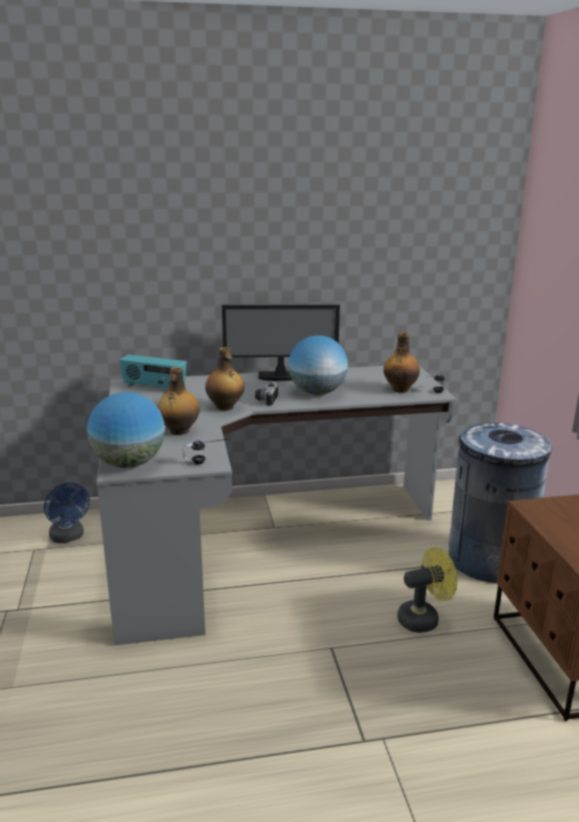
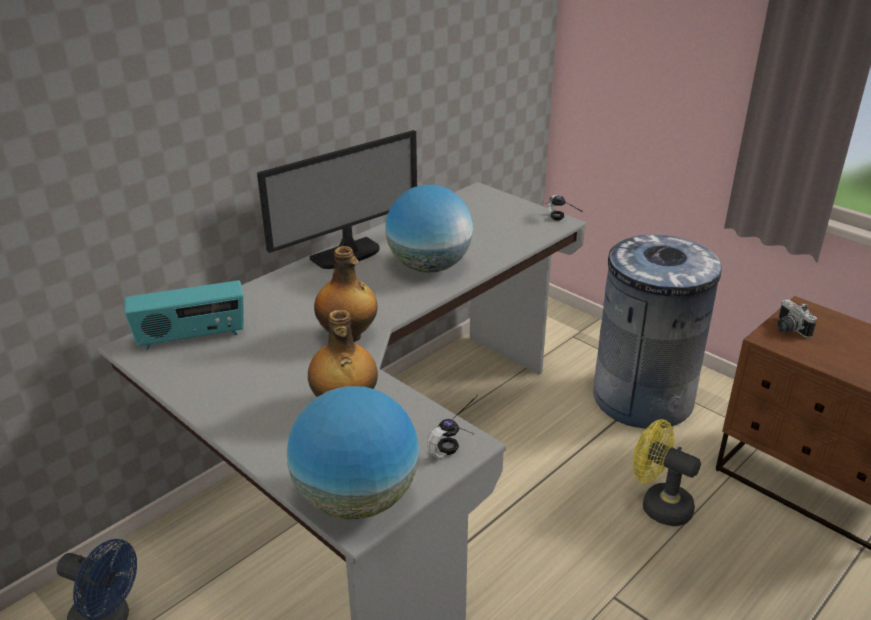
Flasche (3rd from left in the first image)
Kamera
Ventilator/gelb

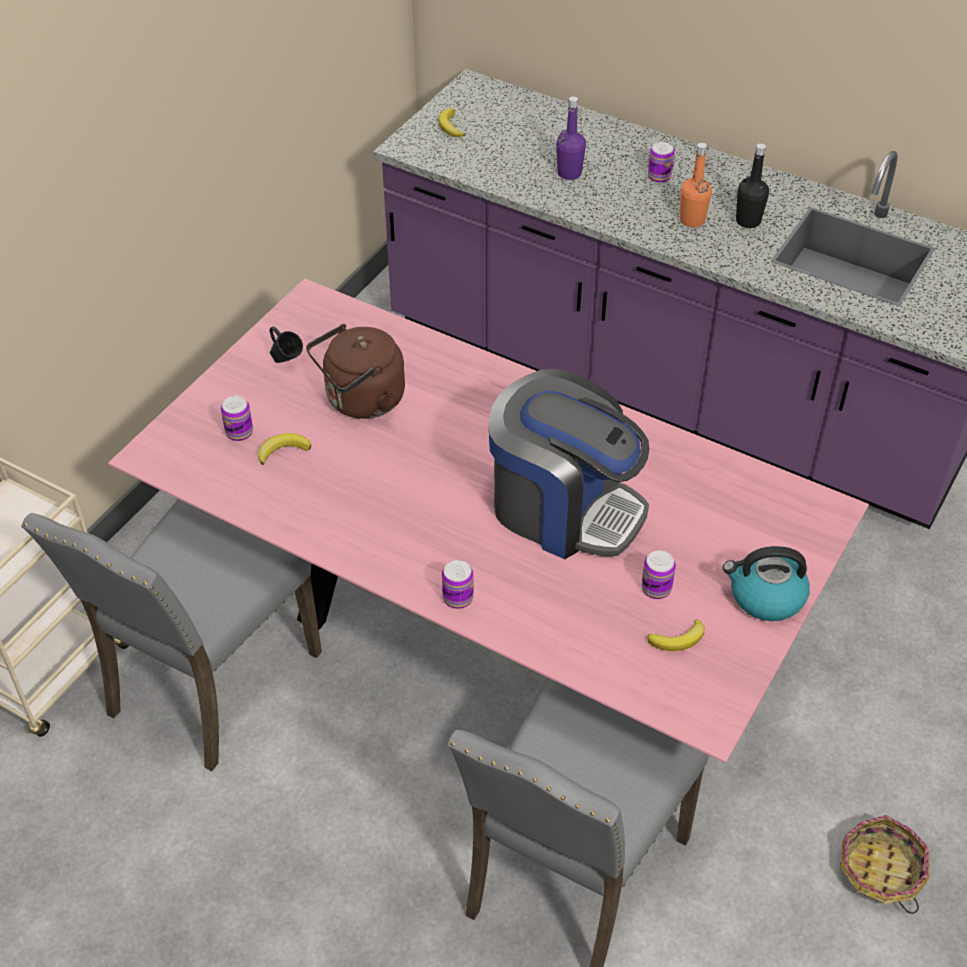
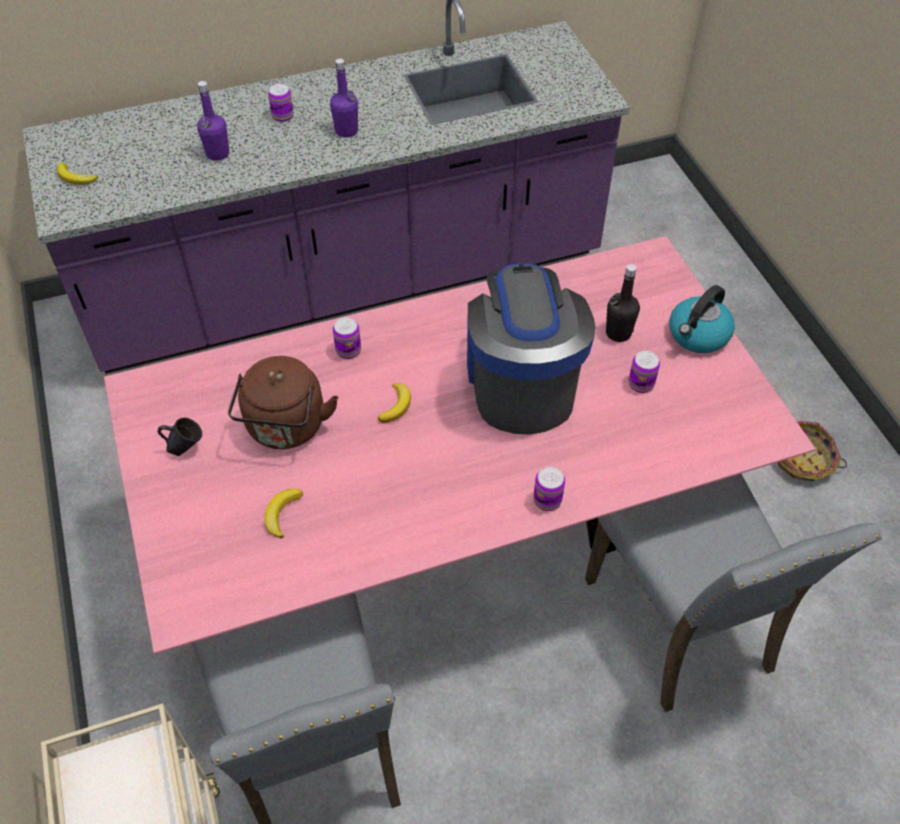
Dose (2nd from left)
Banane (3rd from left)
Flasche/schwarz
Flasche/lila (2nd from left)
Kaffeemaschine

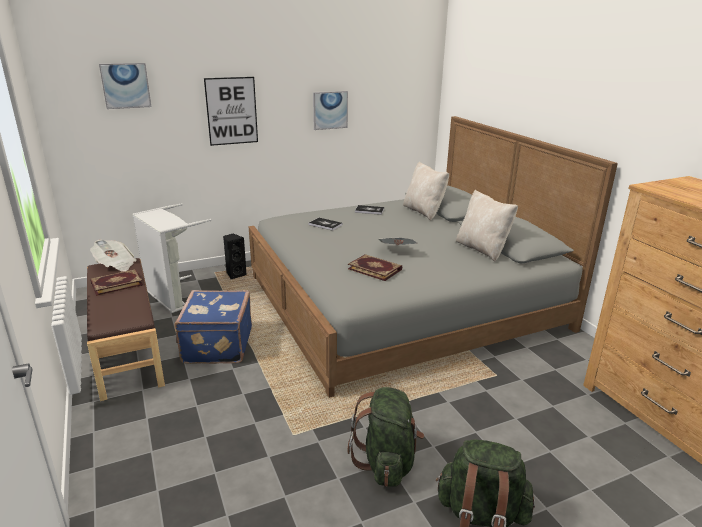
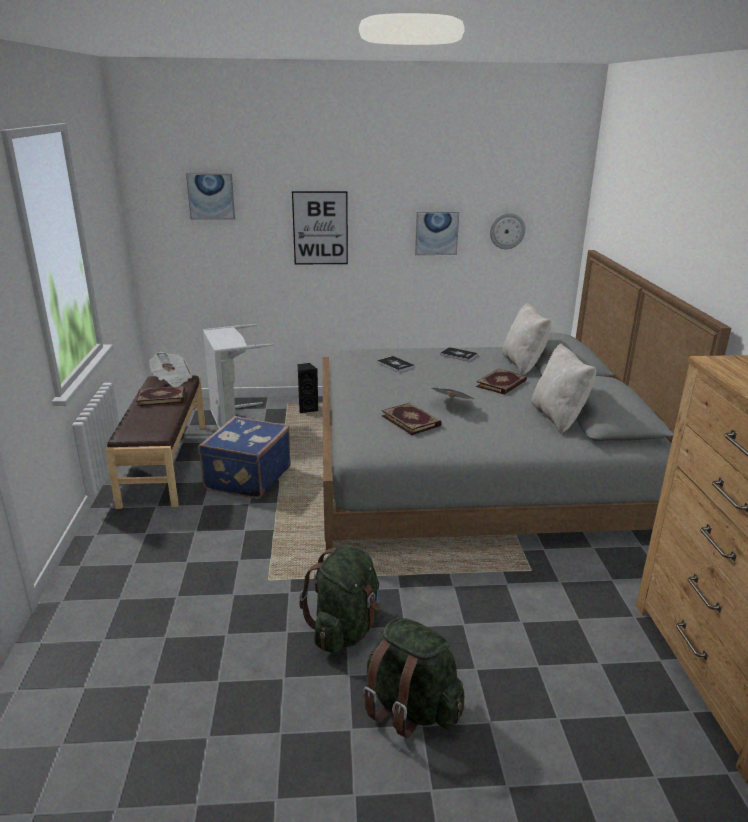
Buch (5th from left)
Wanduhr

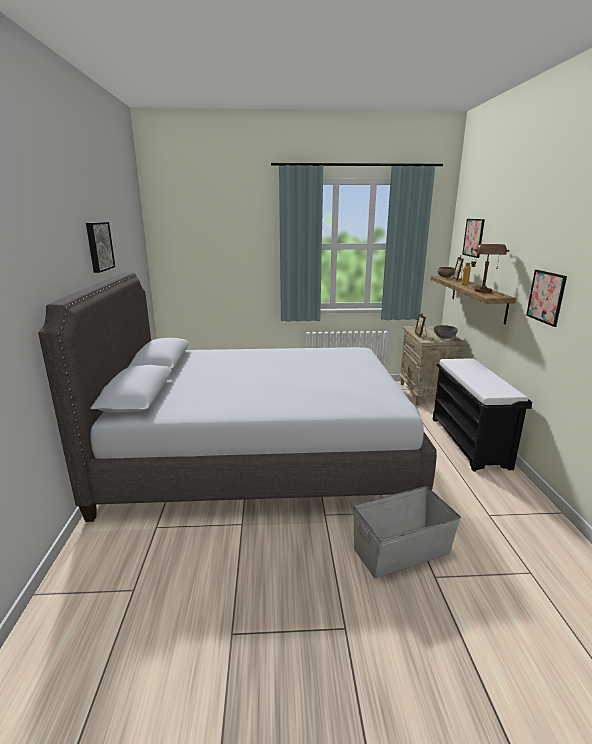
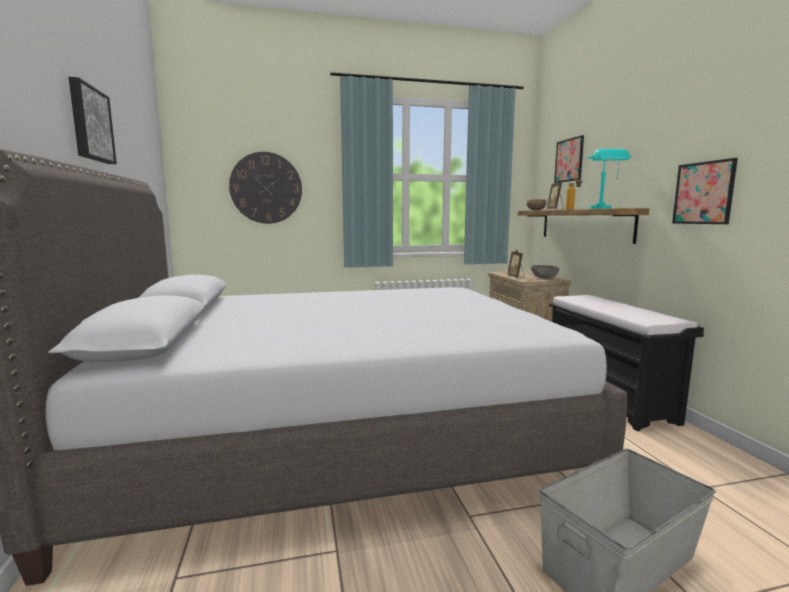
Wanduhr
Tischlampe/türkis

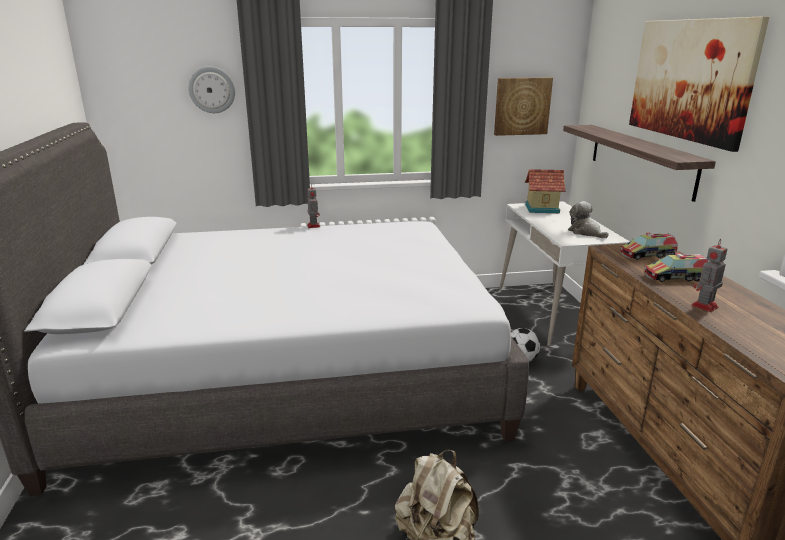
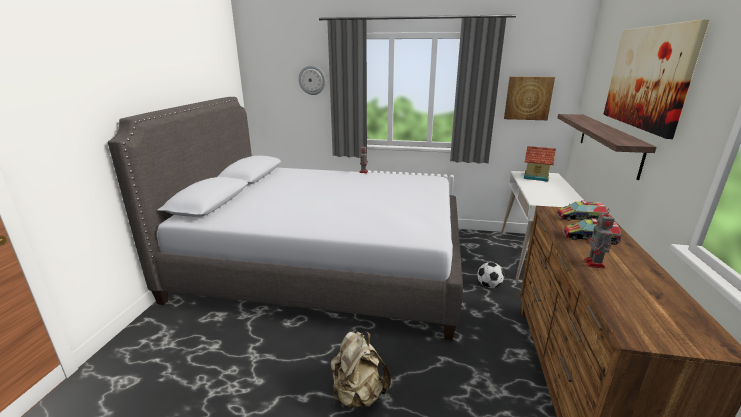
Plüschtier
Spielzeugroboter (2nd from left)

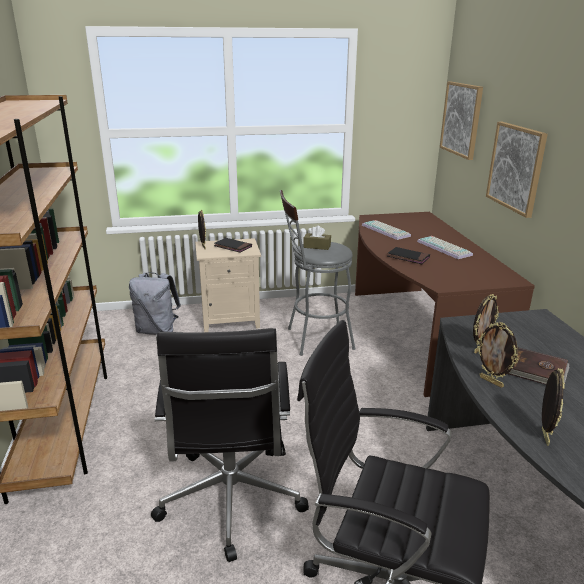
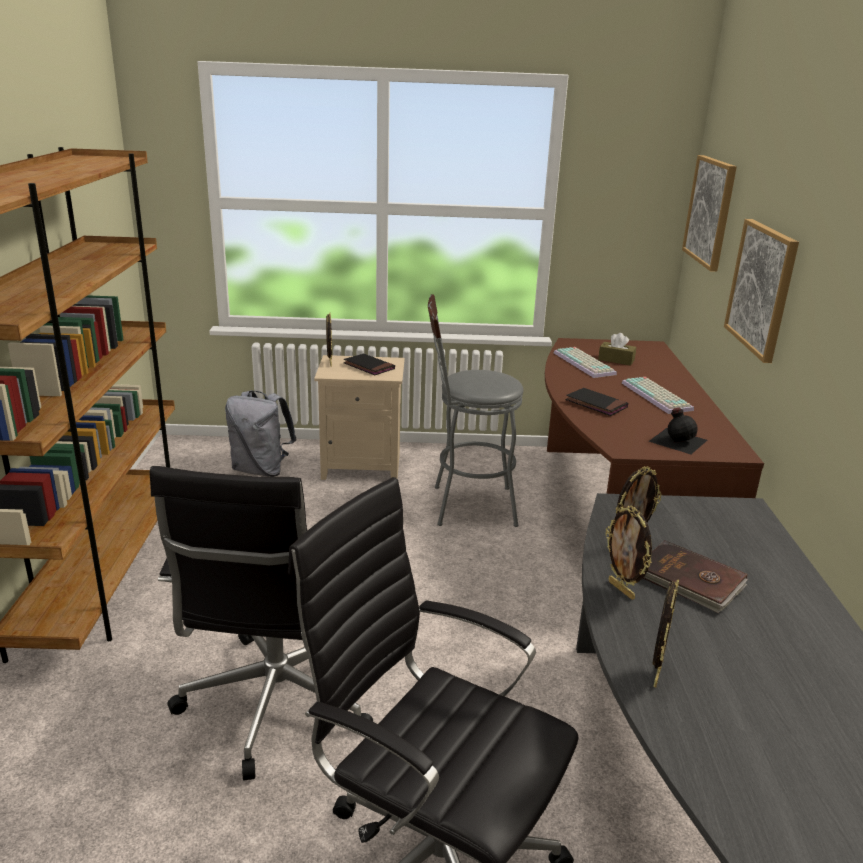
Flasche/schwarz
Taschentuchbox/braun

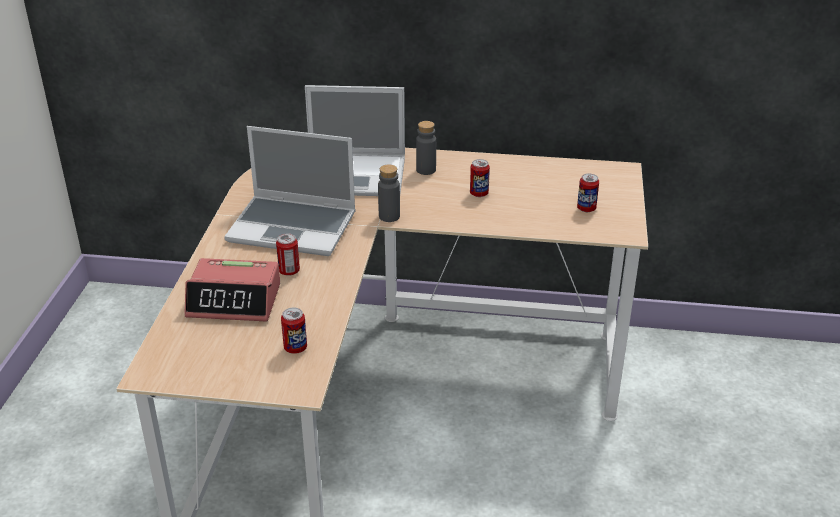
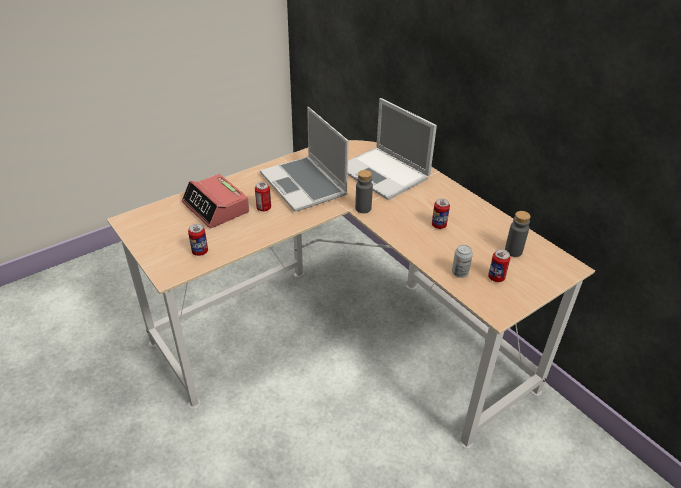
Dose (4th from left)
Flasche/grau (2nd from left)

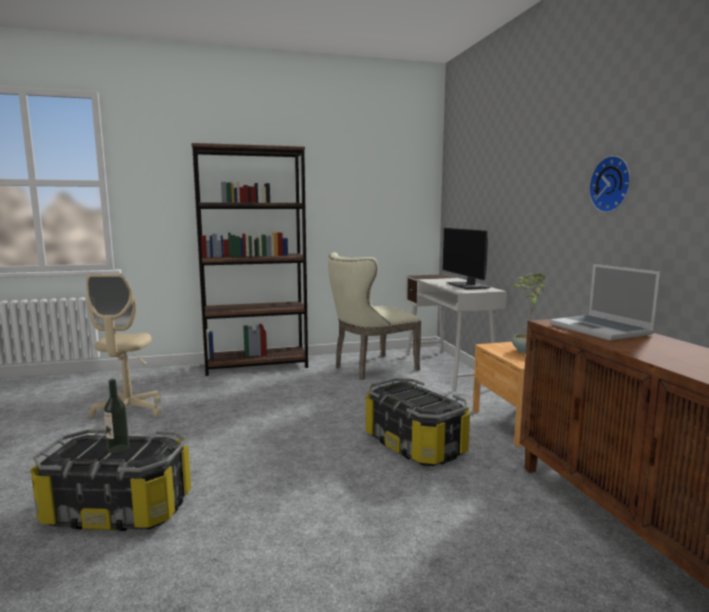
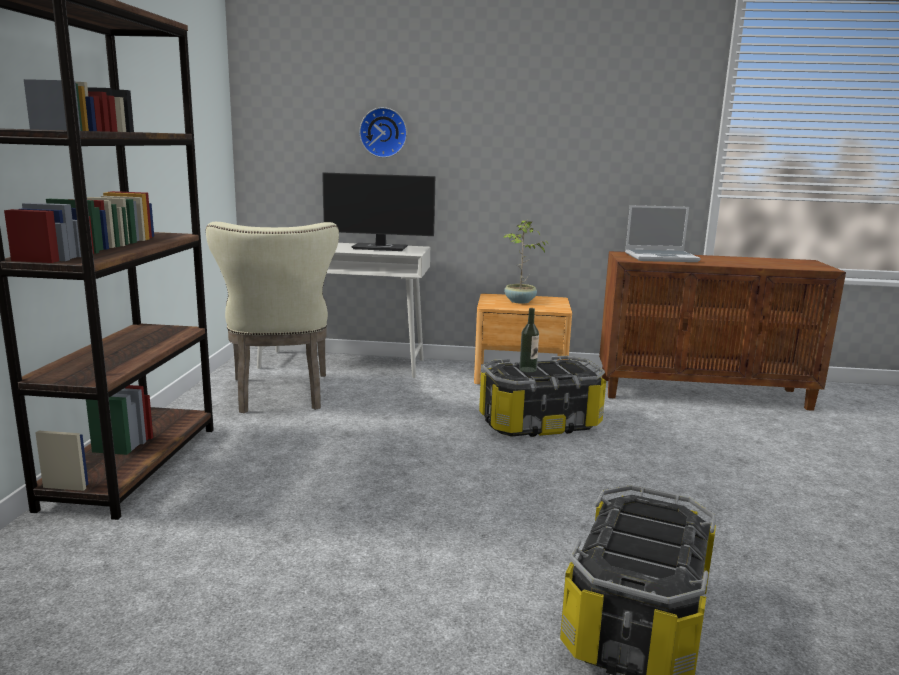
Bürostuhl/beige
Flasche
Wanduhr

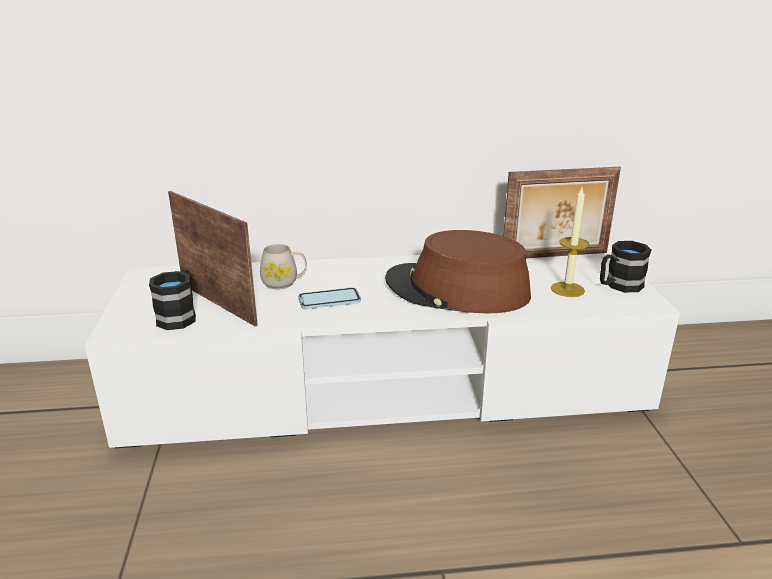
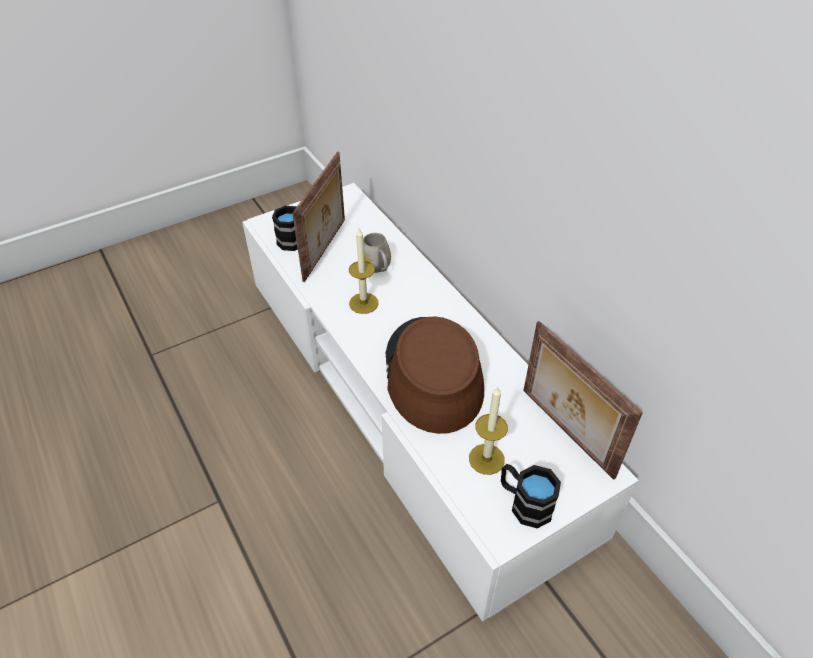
Kerze (1st from left)

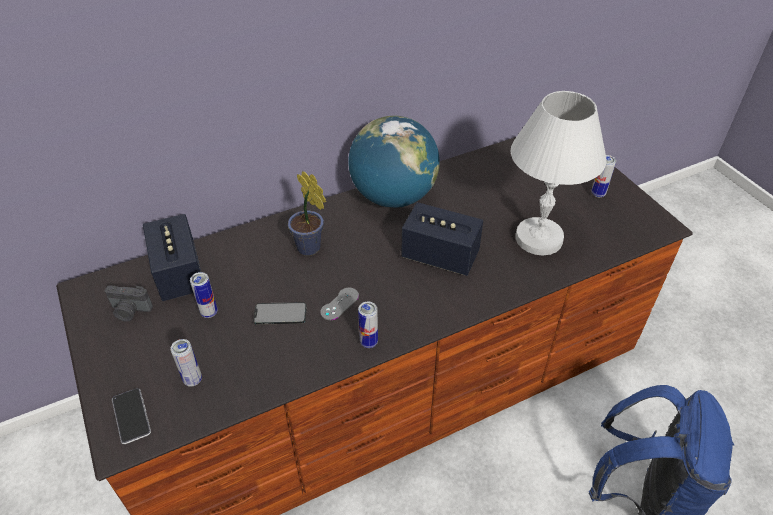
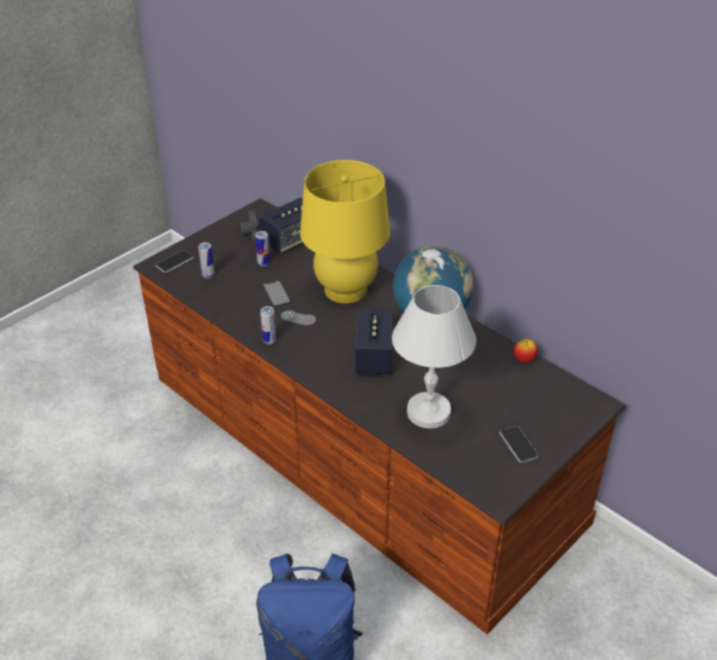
Apfel
Tischlampe/gelb
Handy (3rd from left)

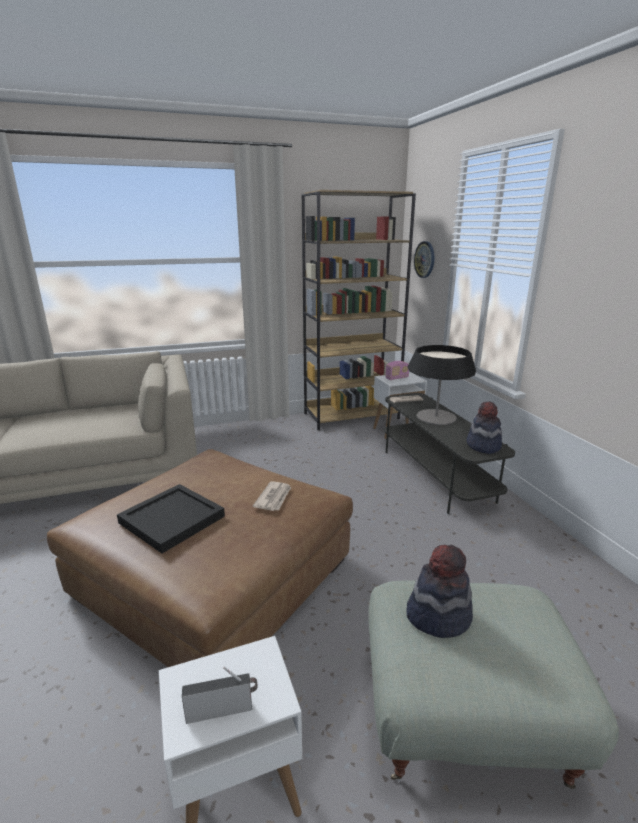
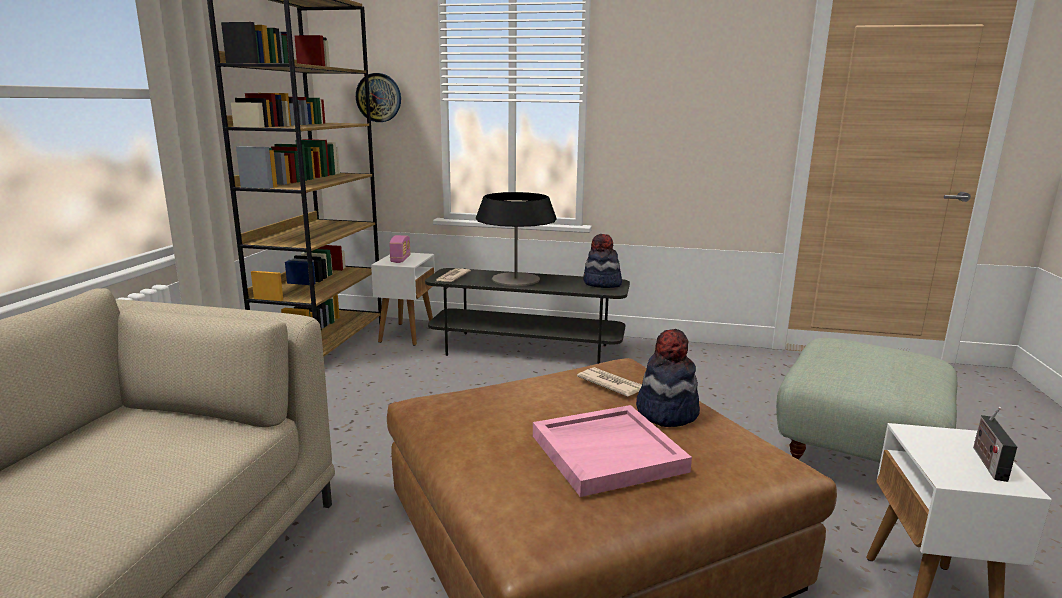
Hut (2nd from left)
Tablett/rosa

